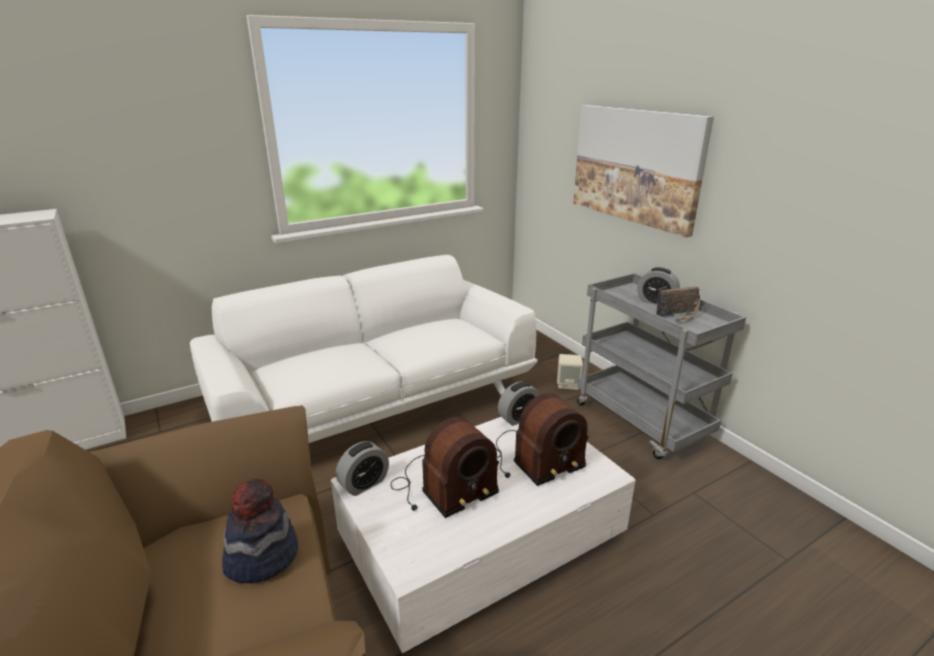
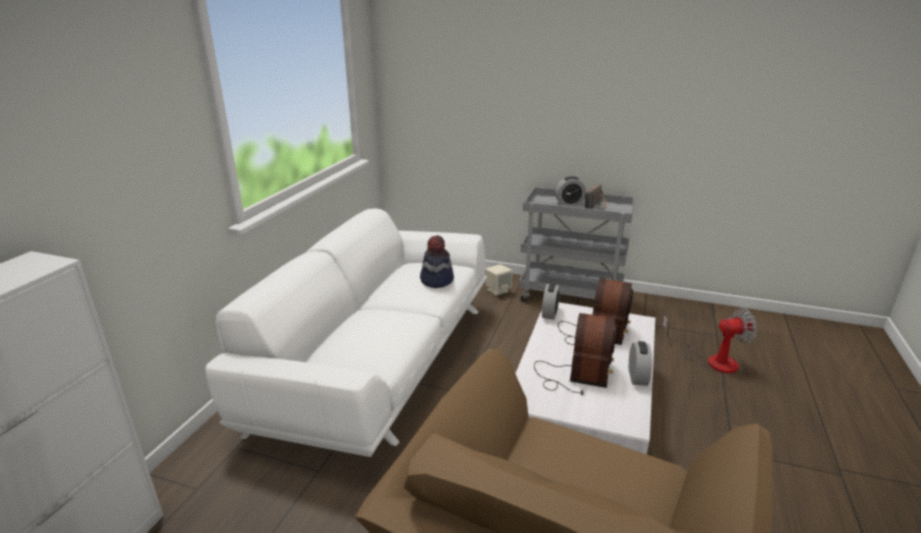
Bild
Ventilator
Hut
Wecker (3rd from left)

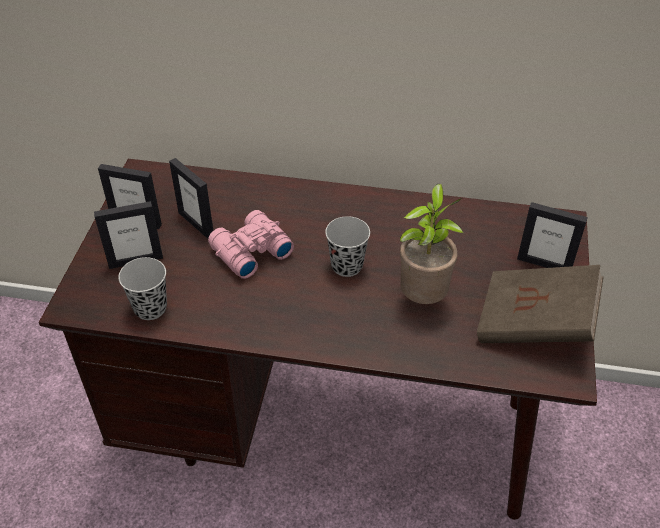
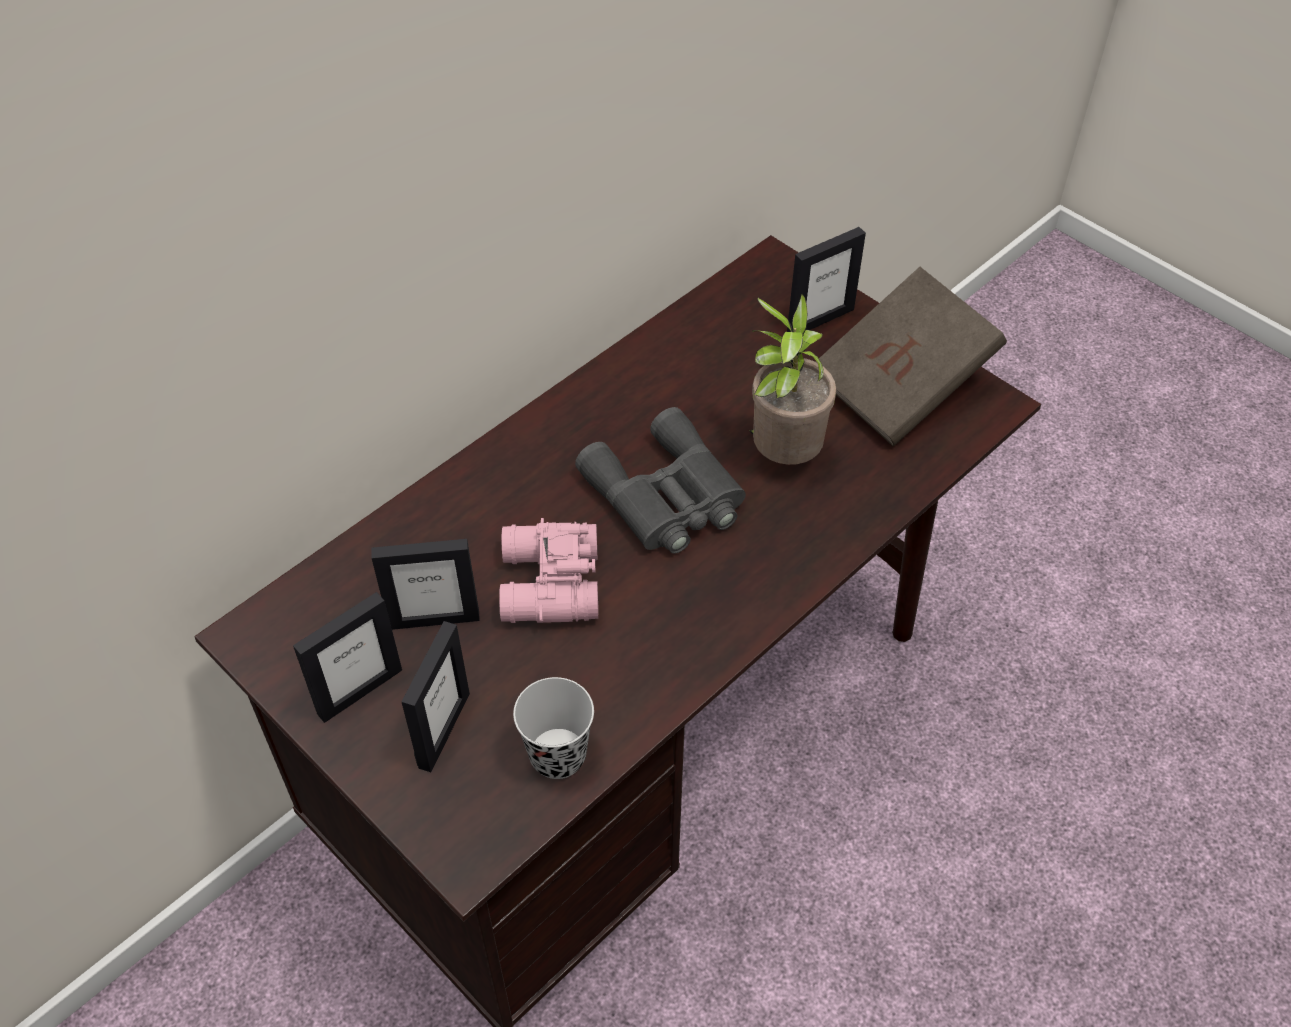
Fernglas/grau

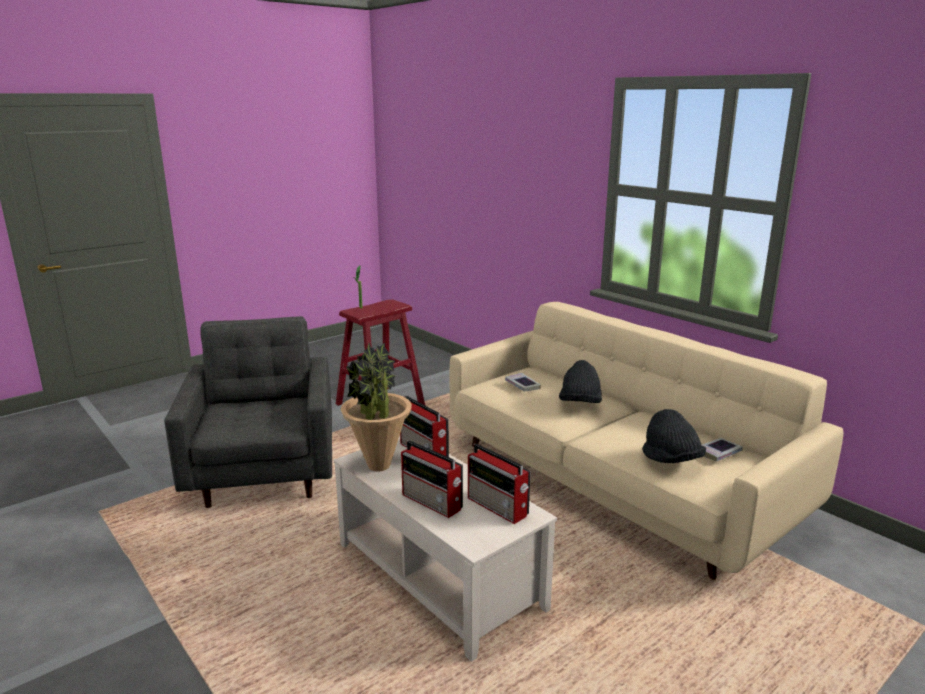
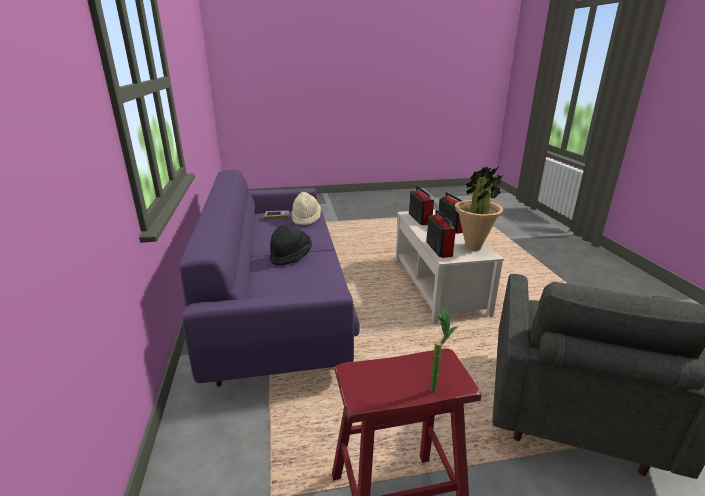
Buch (1st from left in the first image)
Sofa/lila
Hut/beige

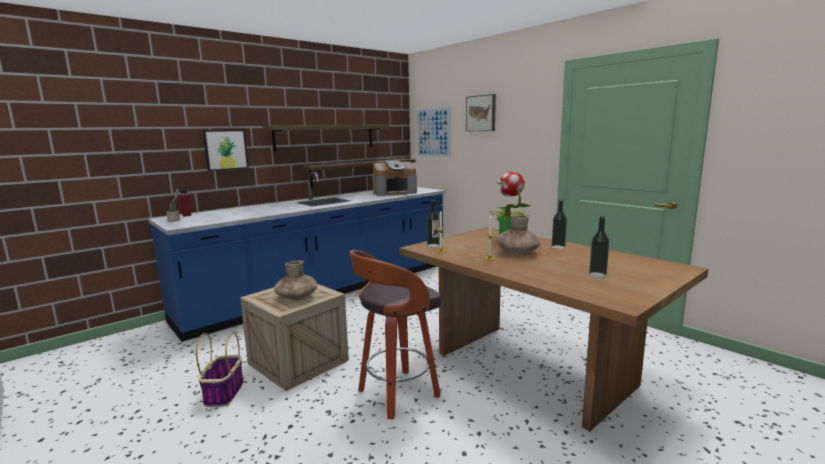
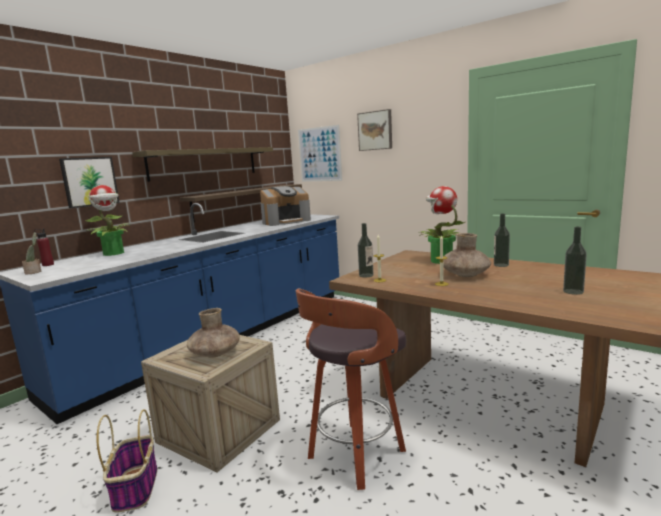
Topfpflanze (2nd from left)

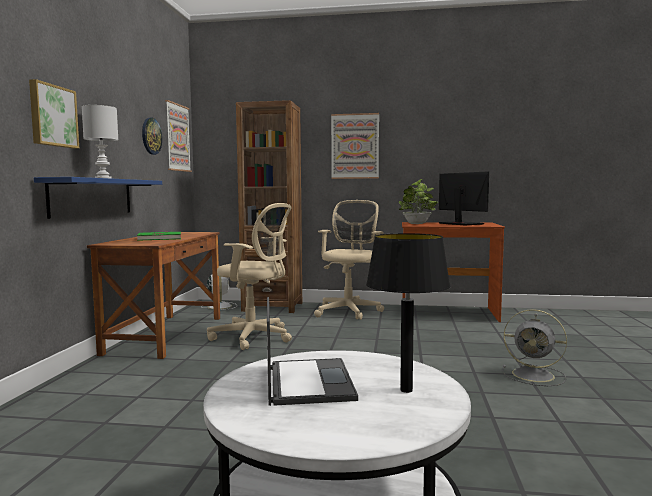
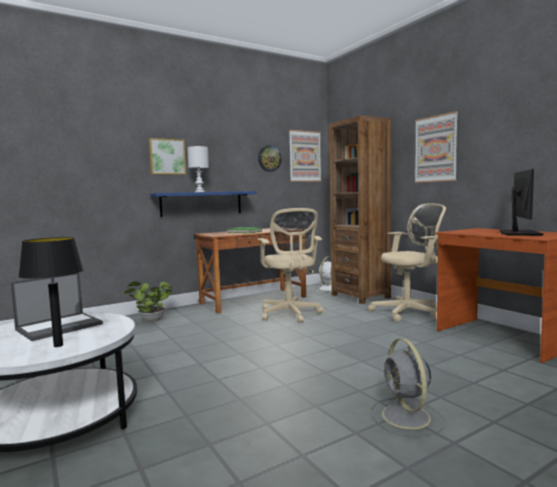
Topfpflanze

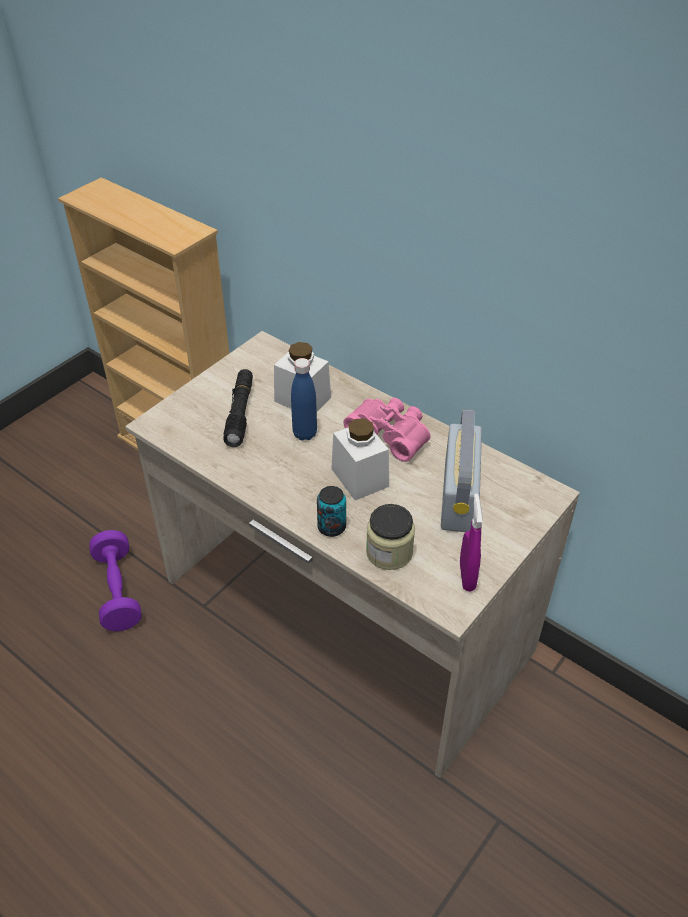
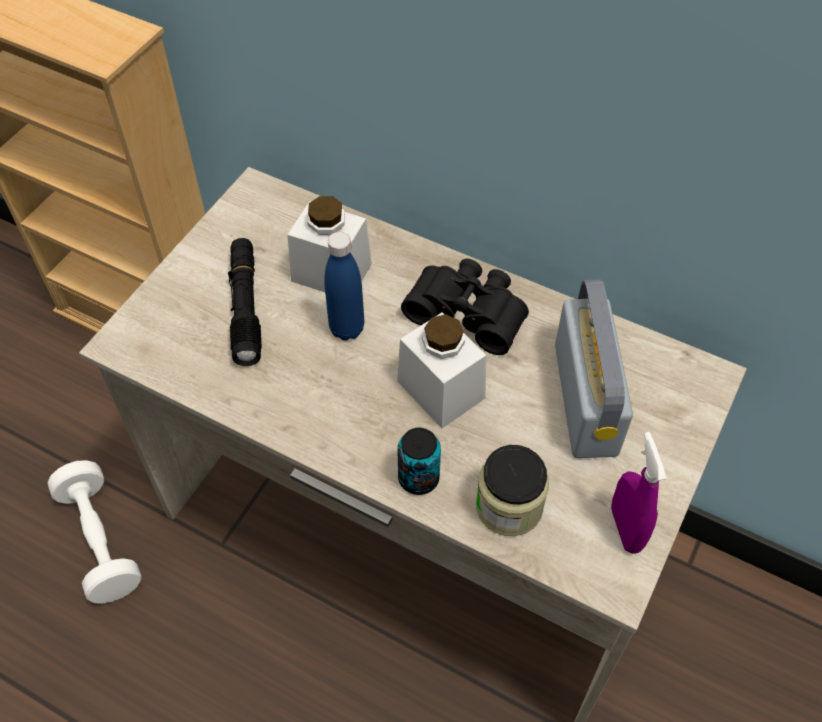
Hantel/weiß
Fernglas/schwarz

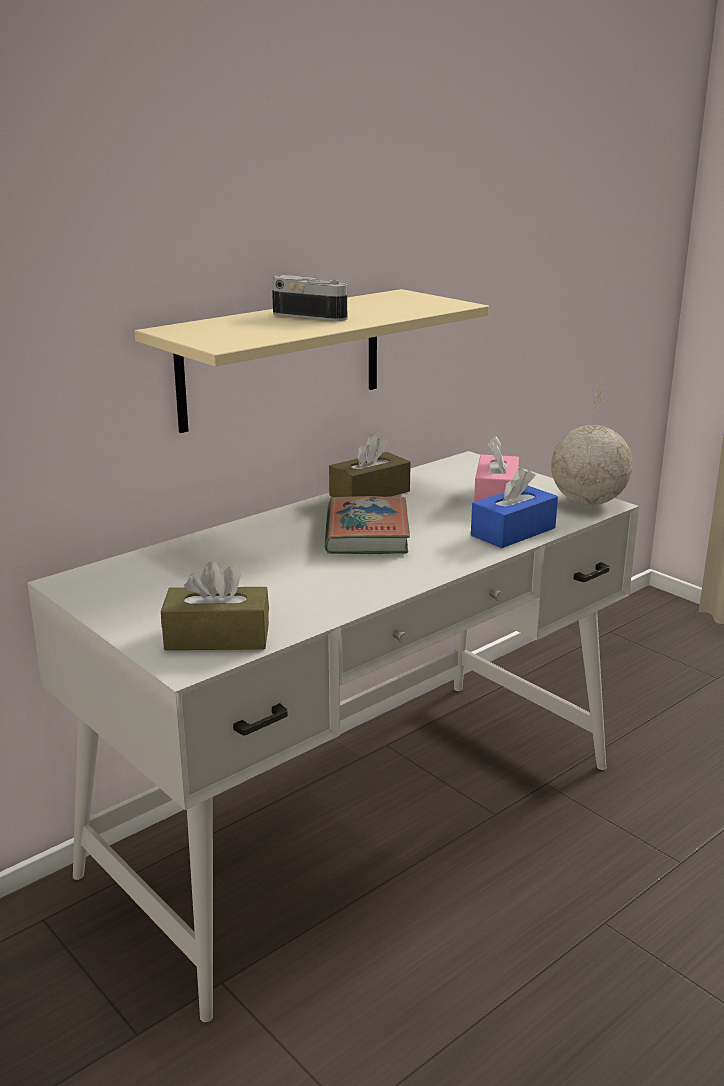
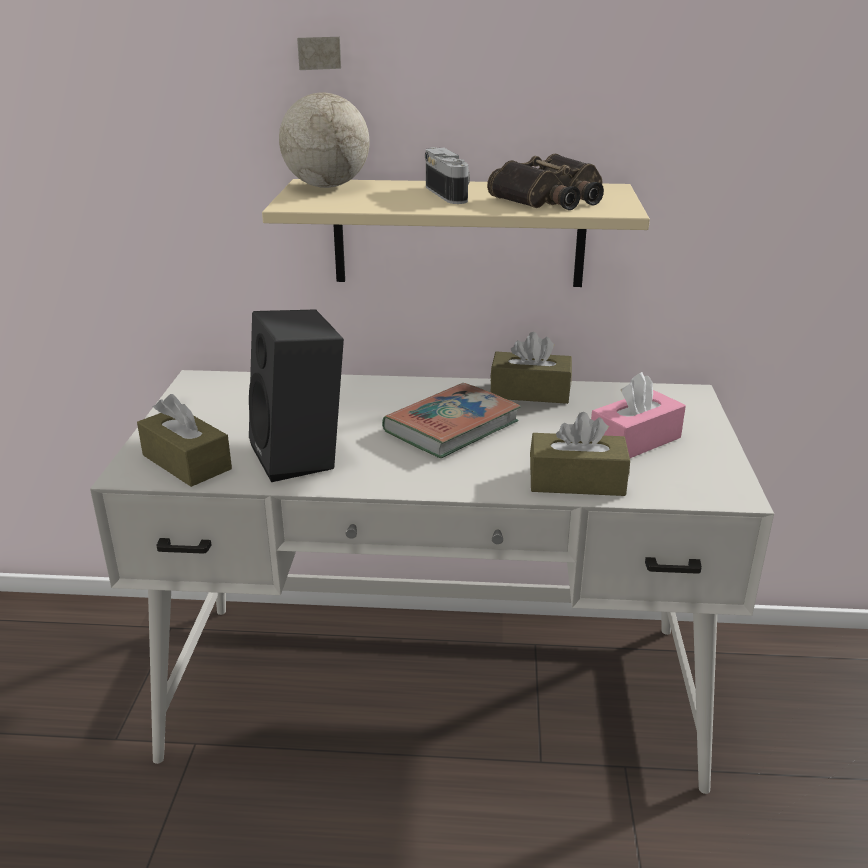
Lautsprecher/schwarz
Fernglas
Globus
Taschentuchbox/braun (3rd from left)

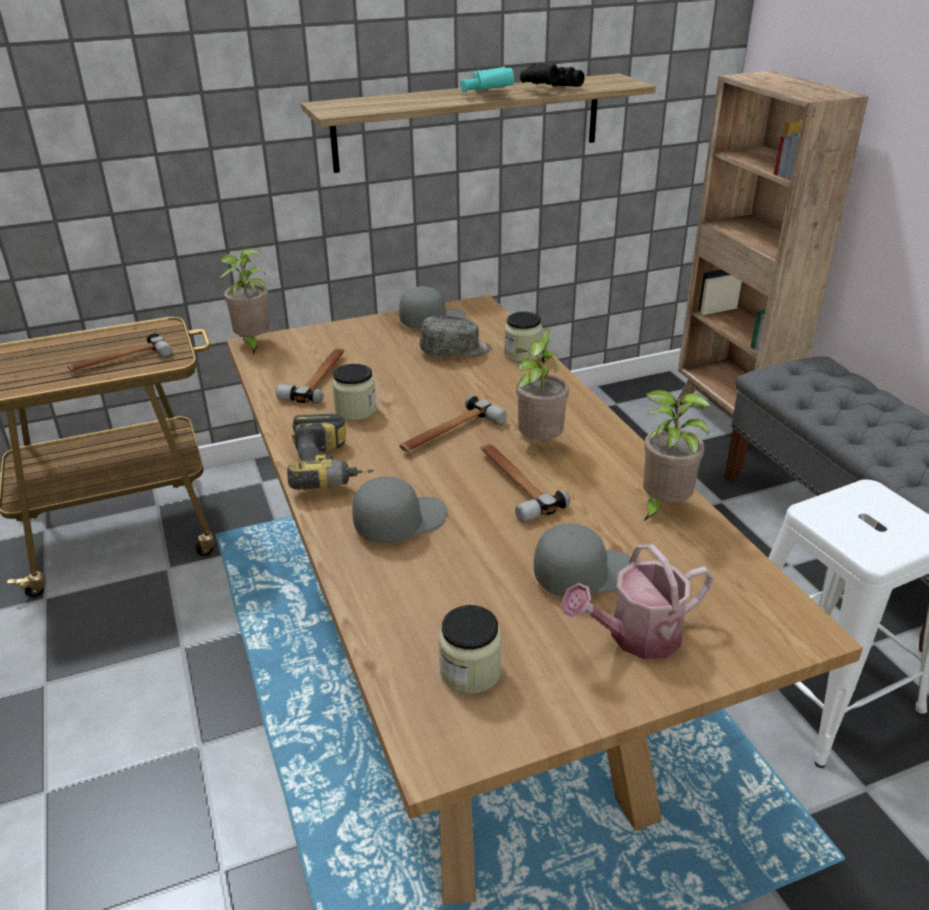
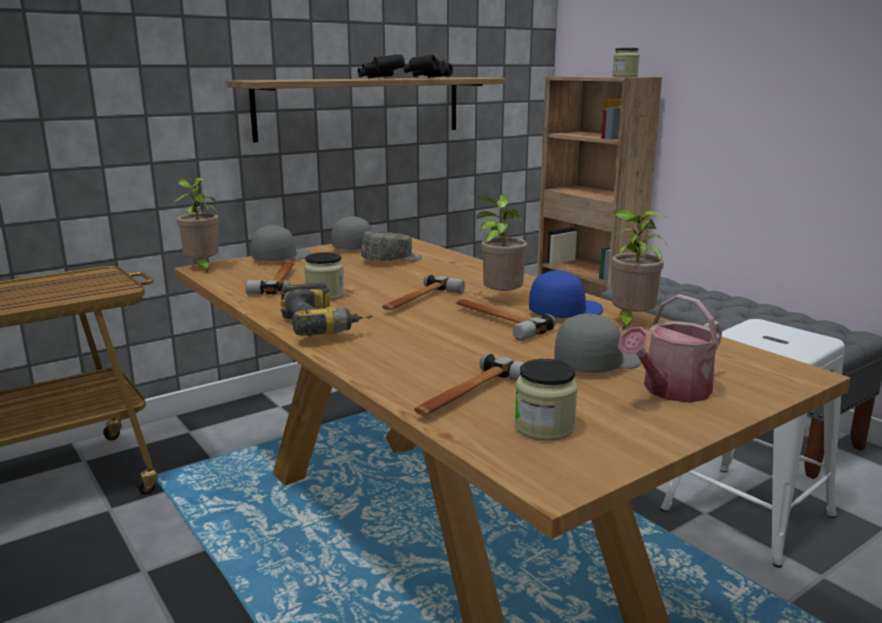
Kappe/blau
Hammer (3rd from left)
Kappe/grau (1st from left)
Vorratsglas (3rd from left)
Fernglas/schwarz (1st from left)

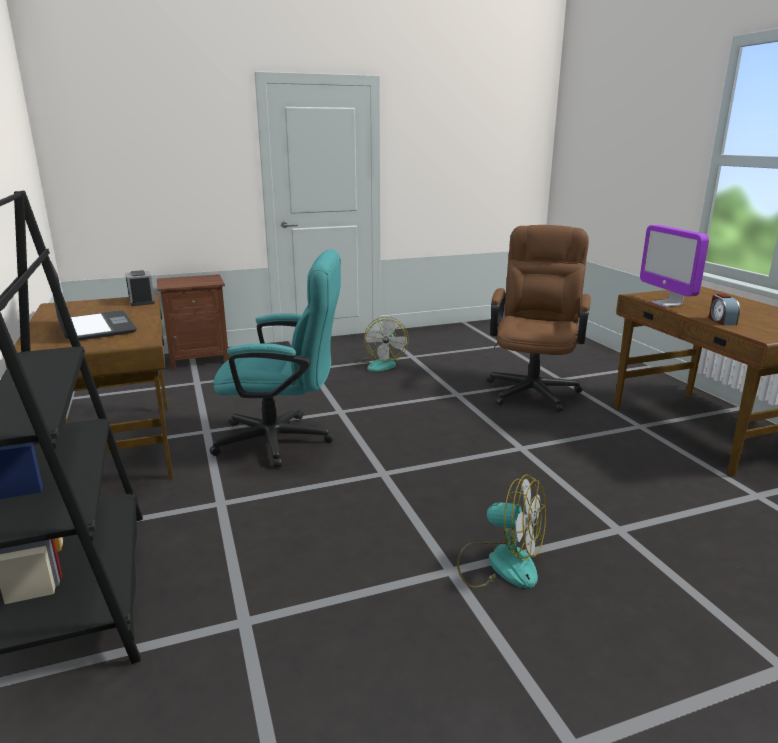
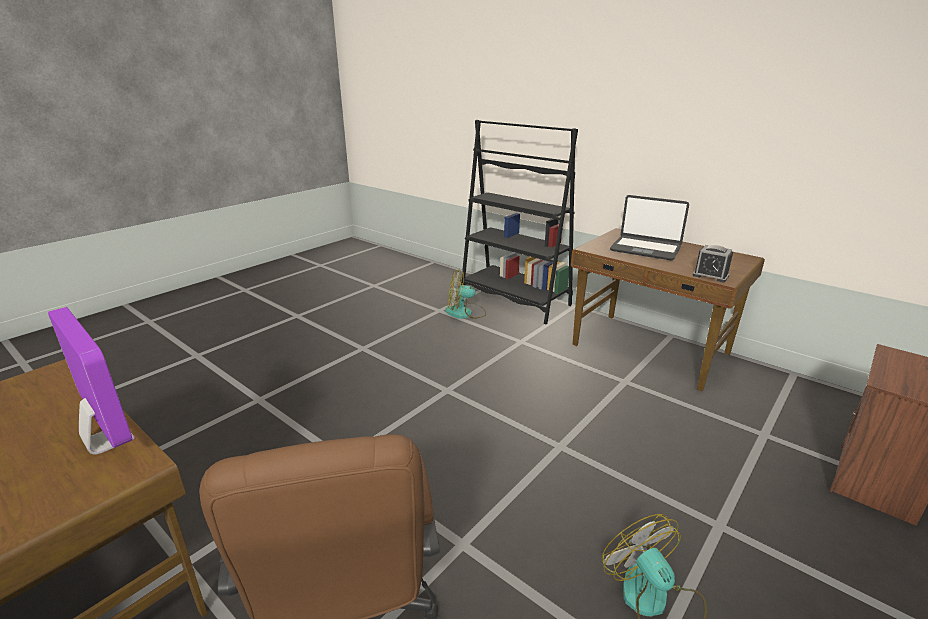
Bürostuhl/türkis
Wecker (2nd from left in the first image)
Ventilator (1st from left)

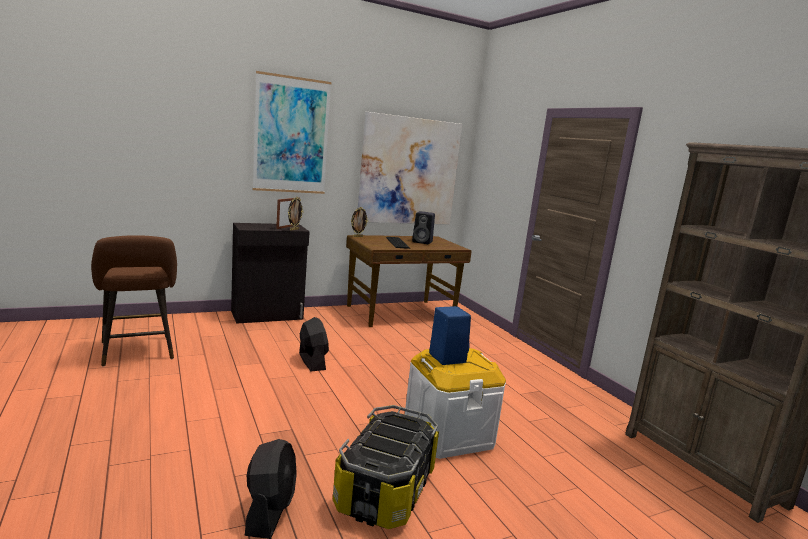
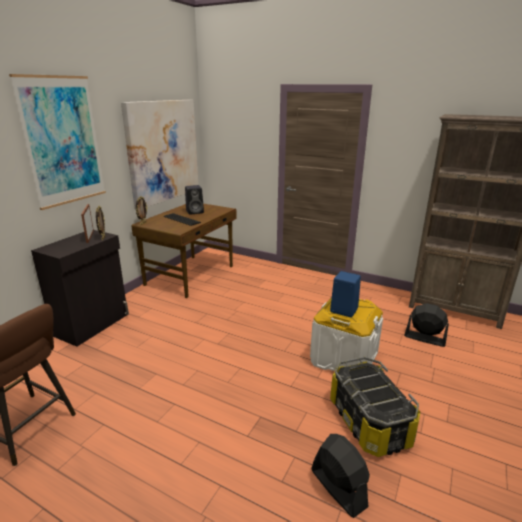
Ventilator/schwarz (2nd from left)

